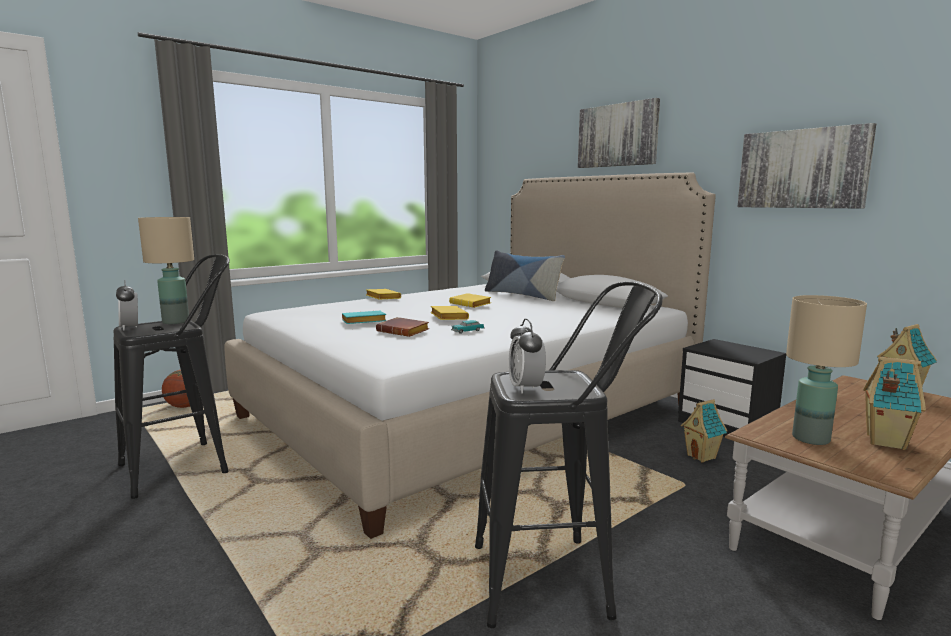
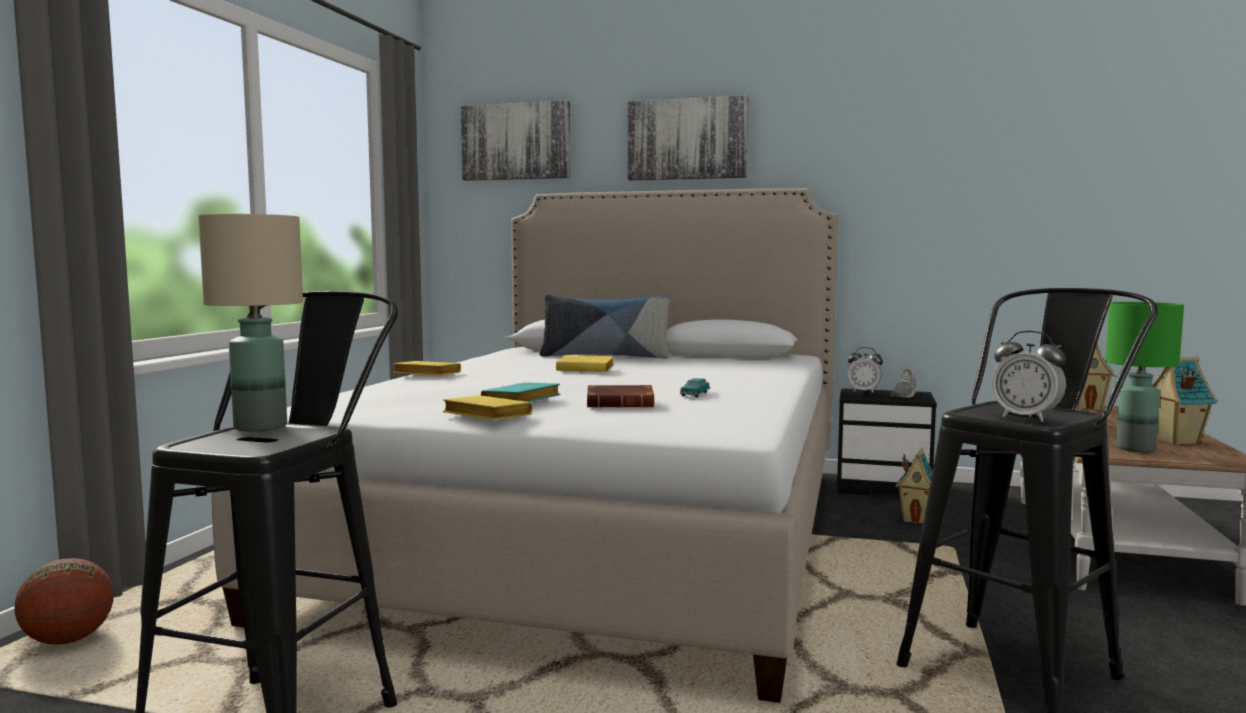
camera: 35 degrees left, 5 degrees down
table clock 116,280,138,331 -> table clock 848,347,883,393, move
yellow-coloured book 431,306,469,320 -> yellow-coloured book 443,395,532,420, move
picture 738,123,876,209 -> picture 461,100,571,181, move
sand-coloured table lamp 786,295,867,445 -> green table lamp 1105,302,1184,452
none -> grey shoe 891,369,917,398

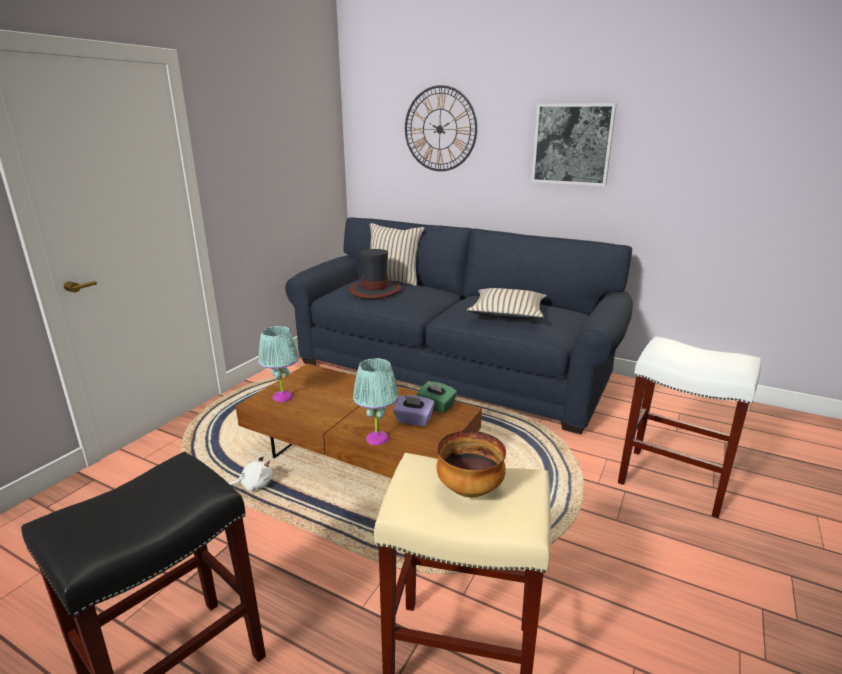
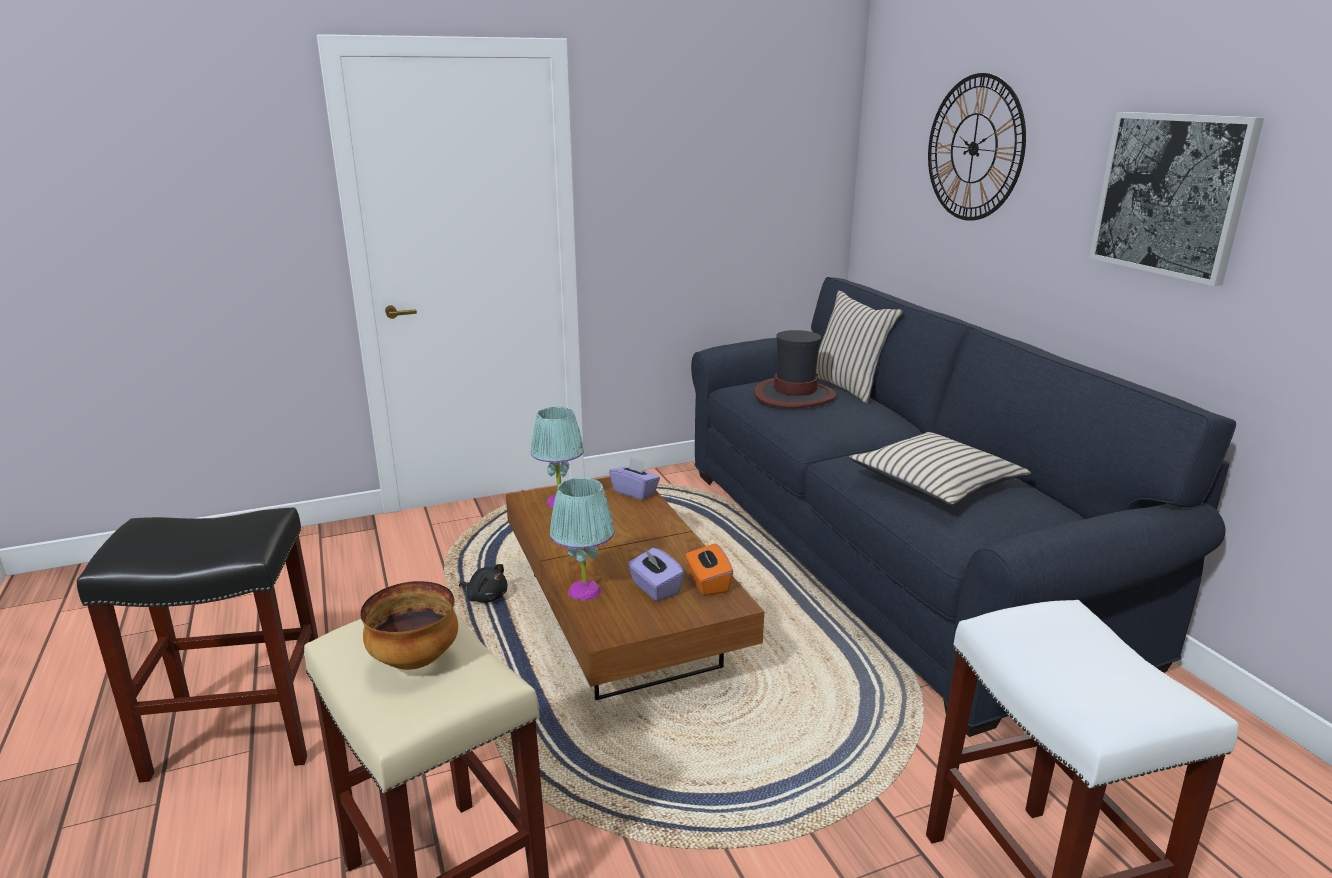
camera: 40 degrees right, 0 degrees up
white-coloured plush toy 229,455,273,491 -> blackish plush toy 459,564,507,603
green box of tissues 416,381,457,413 -> orange box of tissues 685,543,733,596
none -> purplish box of tissues 609,457,660,500

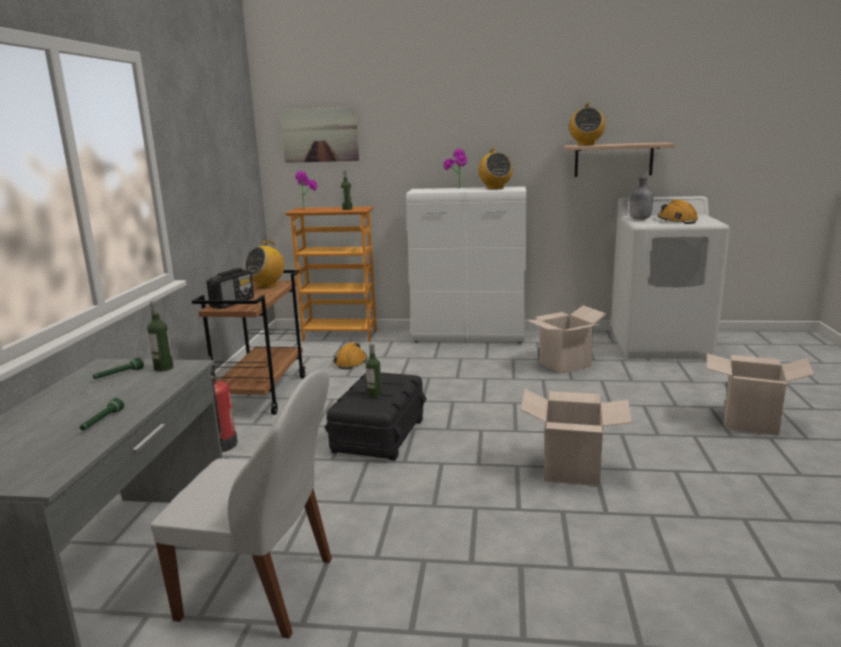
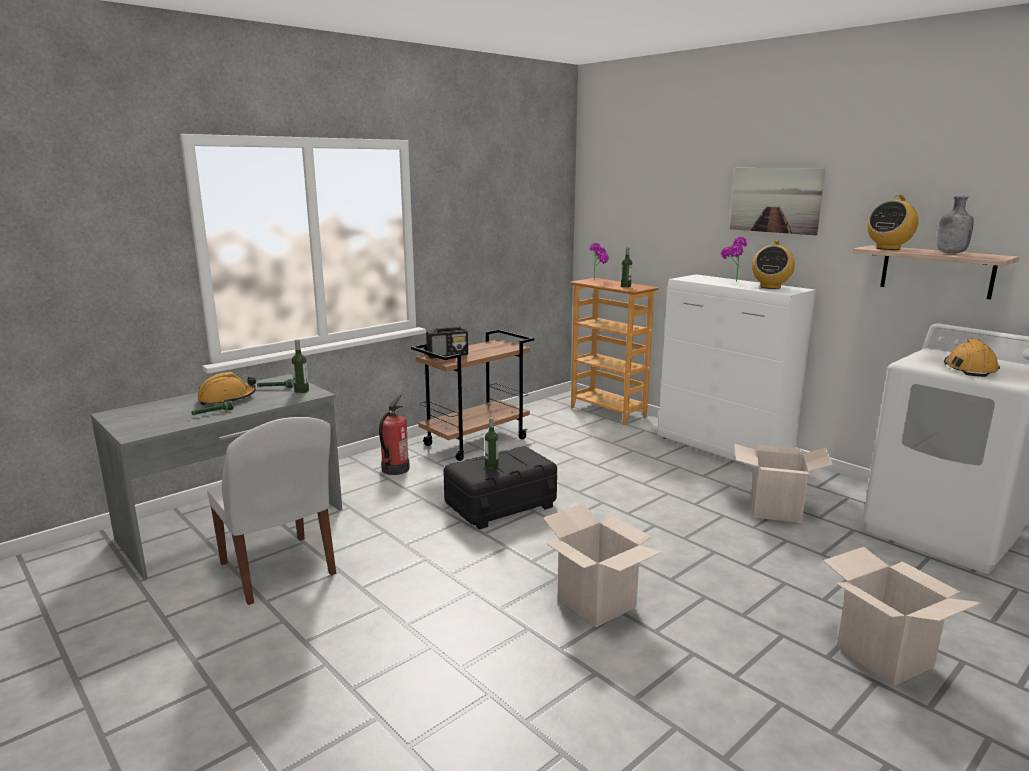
camera: 40 degrees right, 0 degrees up
radio set 244,241,285,288 -> none
picture 280,107,359,163 -> picture 730,168,826,235, move
orange hard hat 333,342,367,369 -> orange hard hat 198,372,256,405, move
grey bottle 629,177,653,220 -> grey bottle 936,196,974,254, move

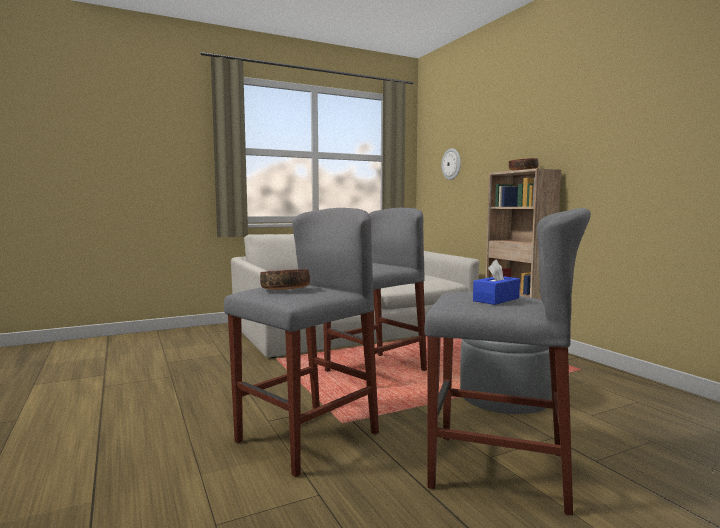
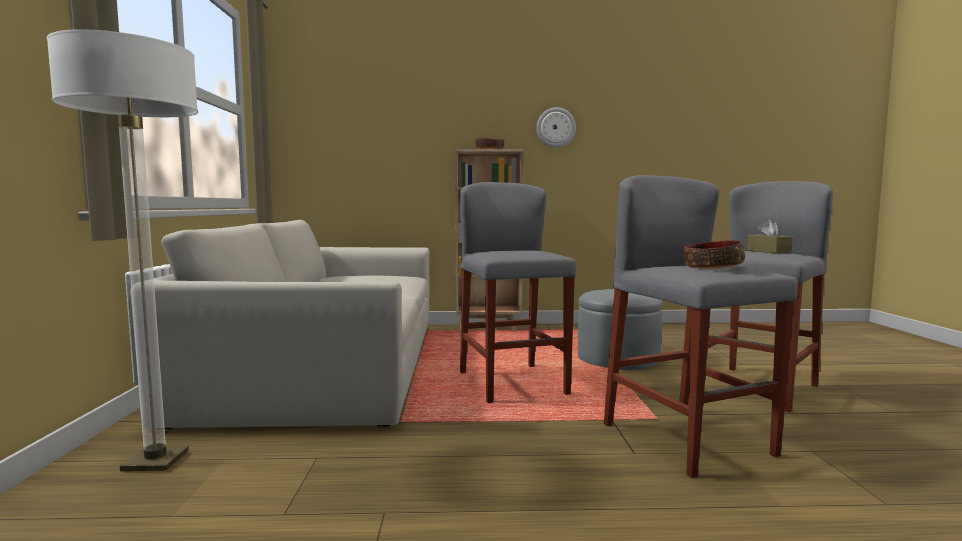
camera: 65 degrees left, 0 degrees up
wall clock 441,148,461,180 -> wall clock 537,107,576,148, move
blue box of tissues 473,260,520,305 -> brownish box of tissues 747,220,793,254
none -> standard lamp 47,29,198,471

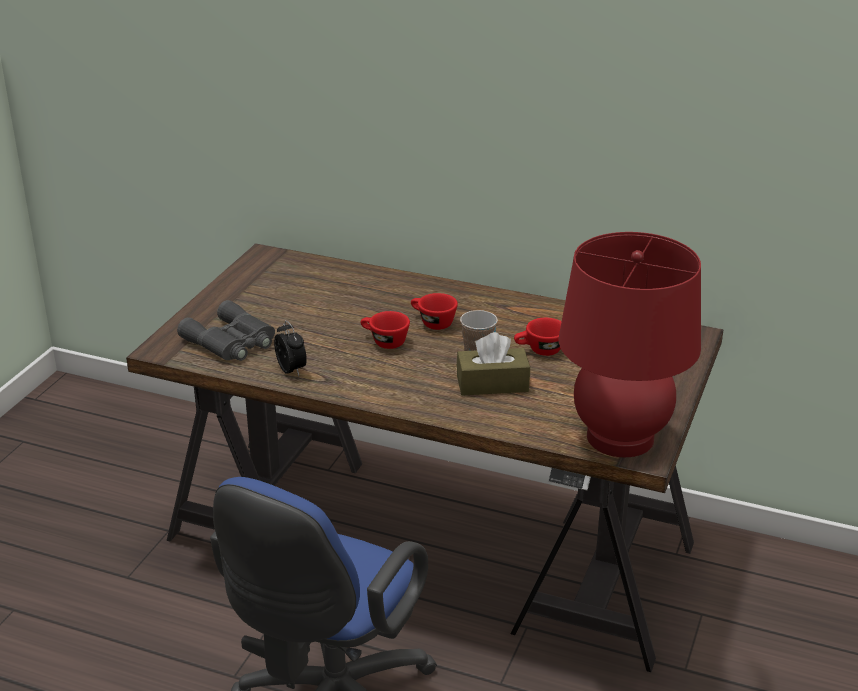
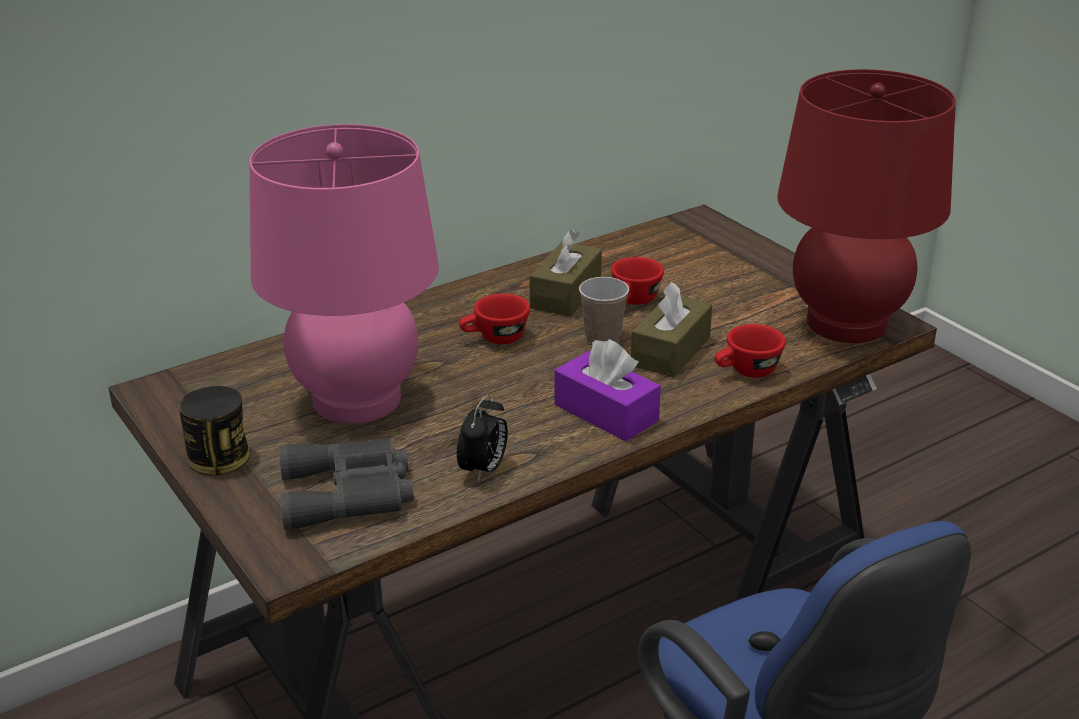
camera: 55 degrees left, 0 degrees up
table clock 274,320,307,376 -> table clock 457,394,508,482, 105 degrees clockwise
reddish small cup 360,311,410,349 -> reddish small cup 715,324,786,378, move
none -> metal can 179,386,250,476
none -> pink table lamp 249,124,439,423
none -> brownish box of tissues 529,229,602,317
none -> purplish box of tissues 555,339,661,441

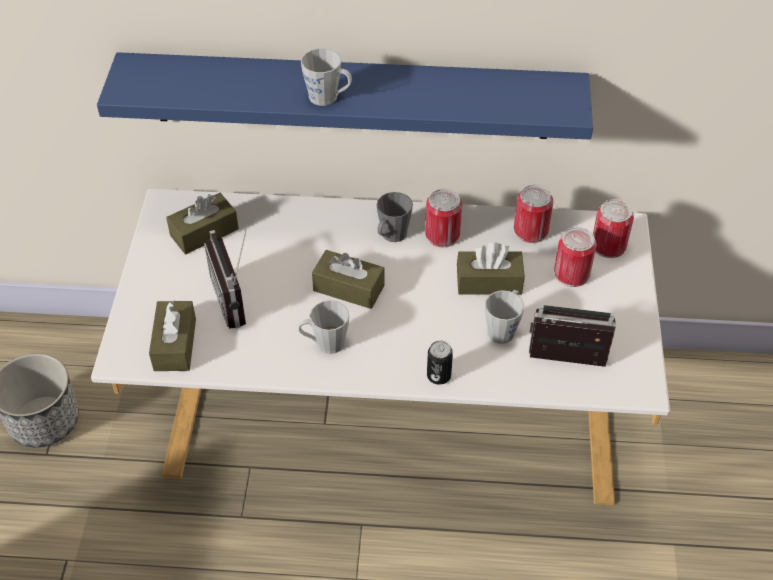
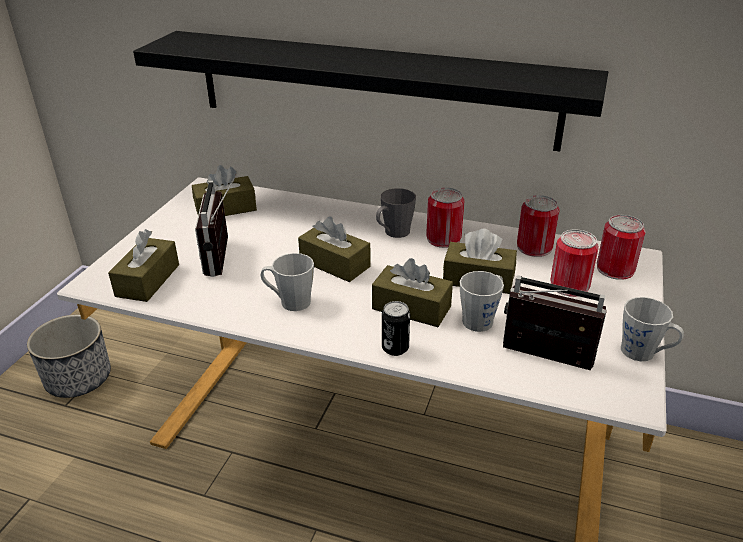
camera: 15 degrees right, 15 degrees down
blue wall shelf 97,52,593,140 -> blackish wall shelf 133,31,608,152
grey coffee mug 301,48,352,106 -> grey coffee mug 621,297,684,361, move
none -> brownish box of tissues 372,258,453,327

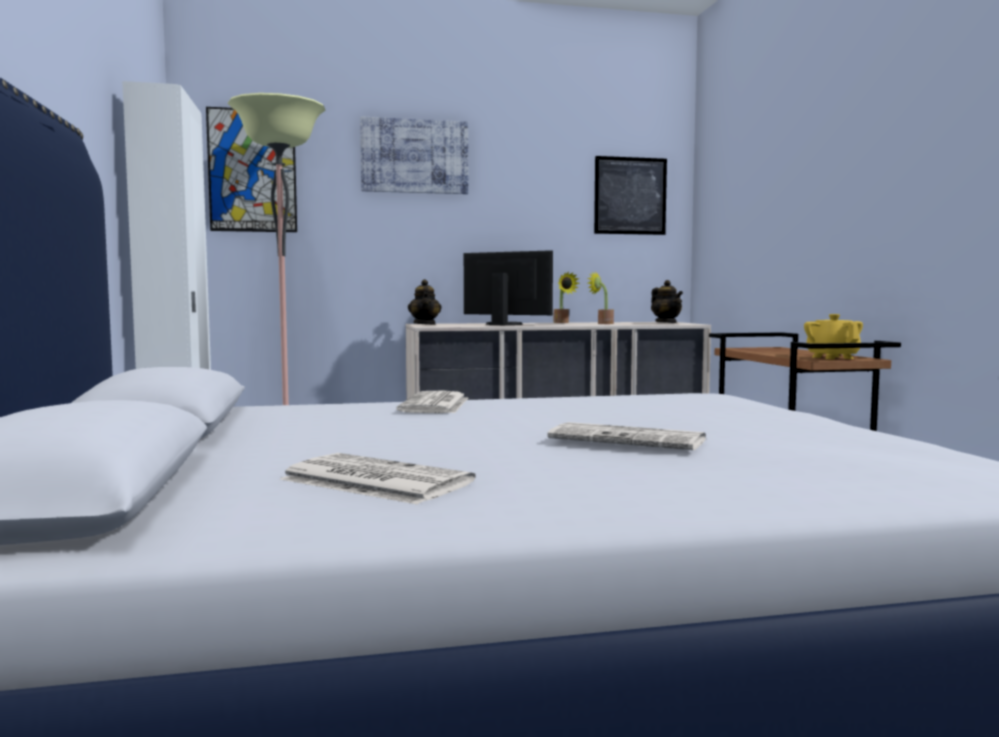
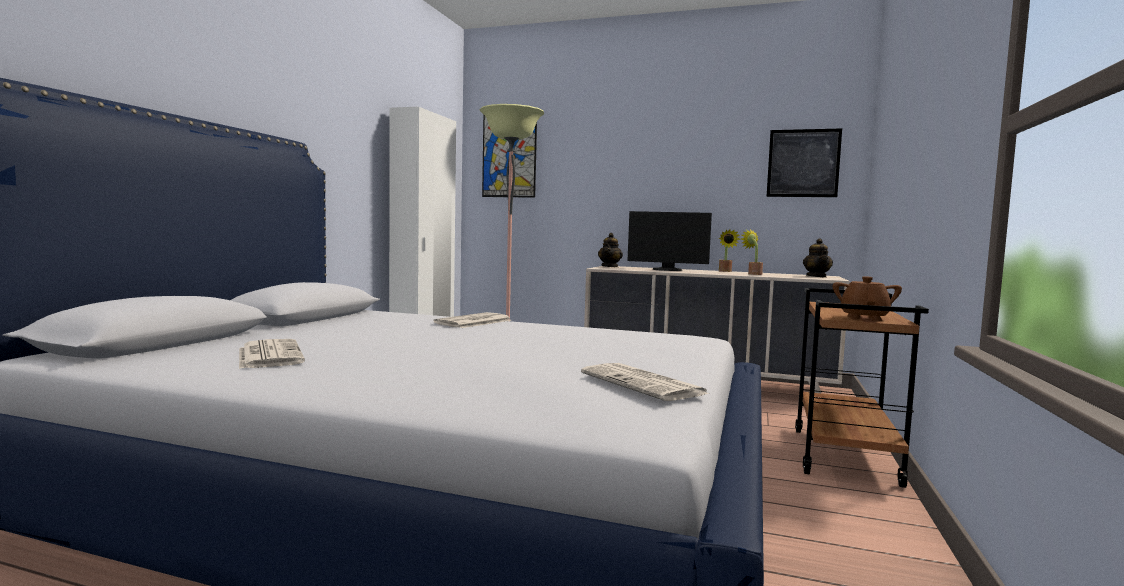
camera: 30 degrees right, 0 degrees up
picture 360,116,468,194 -> none
computer display 464,250,553,325 -> computer display 627,211,712,271, 135 degrees clockwise
daily paper 547,422,706,450 -> daily paper 581,363,710,401, move
yellow-coloured teapot 804,314,863,359 -> brownish teapot 833,276,902,321

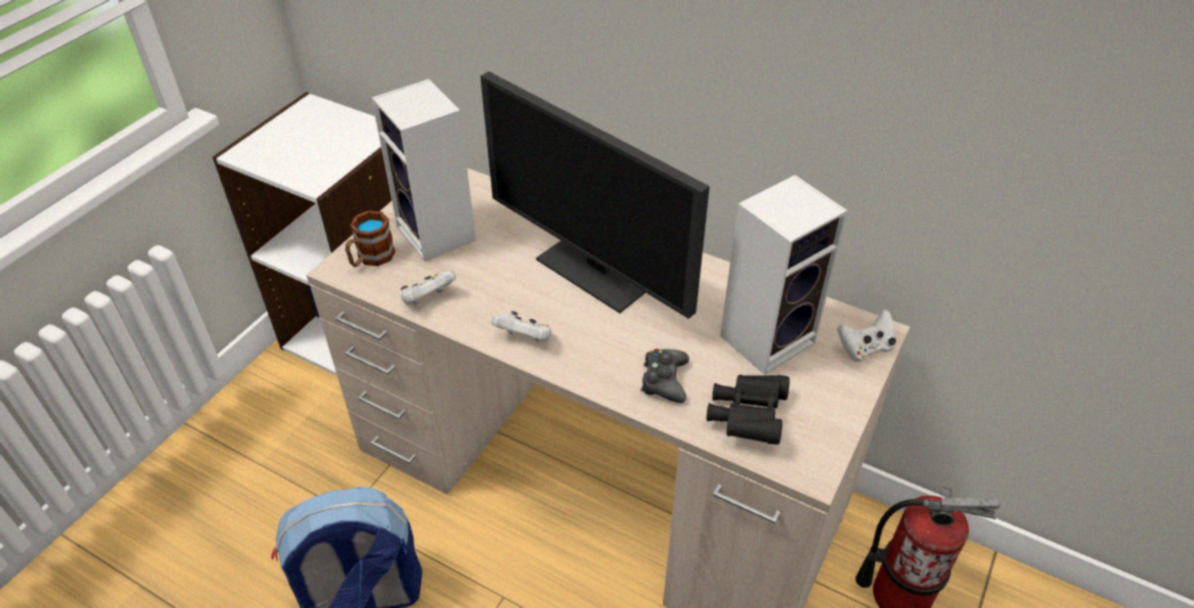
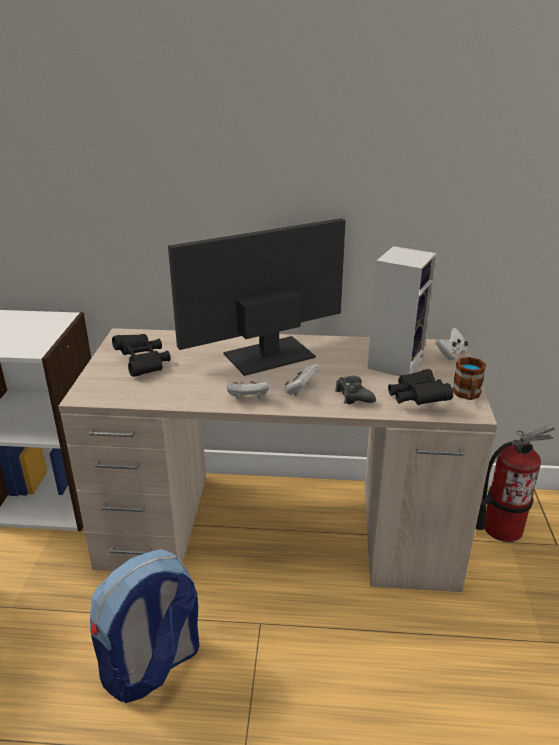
camera: 25 degrees left, 15 degrees down
coffee mug 345,210,395,267 -> coffee mug 452,357,486,400, move
speaker 372,79,476,262 -> blackish field glasses 112,334,171,377
white-coloured game controller 401,271,456,305 -> white-coloured game controller 285,364,320,395, move
computer display 480,71,710,319 -> computer display 168,218,346,376, 135 degrees clockwise

